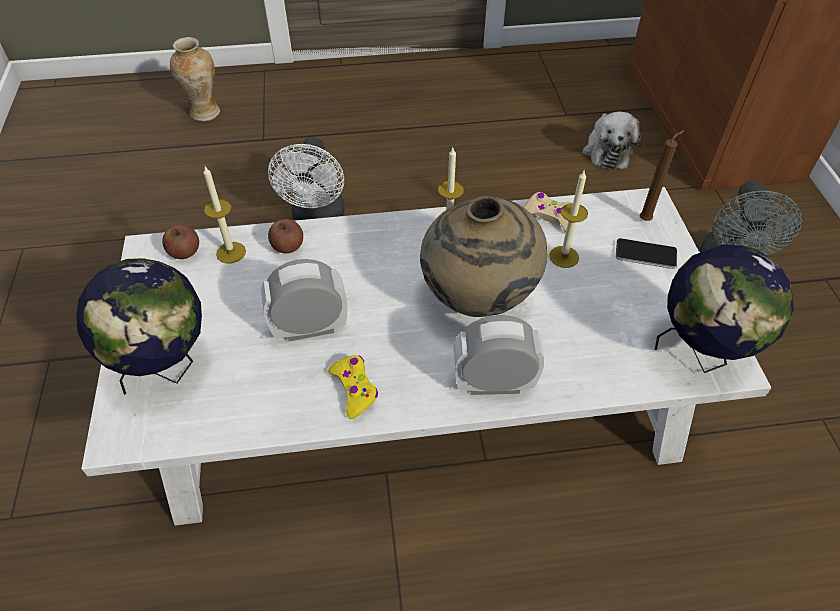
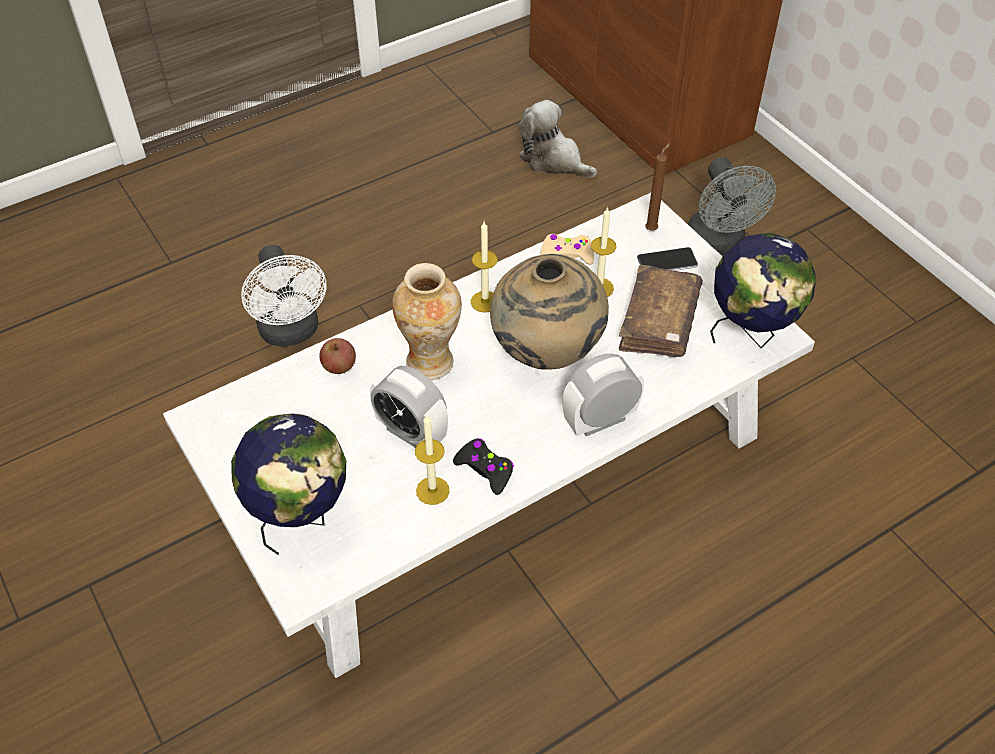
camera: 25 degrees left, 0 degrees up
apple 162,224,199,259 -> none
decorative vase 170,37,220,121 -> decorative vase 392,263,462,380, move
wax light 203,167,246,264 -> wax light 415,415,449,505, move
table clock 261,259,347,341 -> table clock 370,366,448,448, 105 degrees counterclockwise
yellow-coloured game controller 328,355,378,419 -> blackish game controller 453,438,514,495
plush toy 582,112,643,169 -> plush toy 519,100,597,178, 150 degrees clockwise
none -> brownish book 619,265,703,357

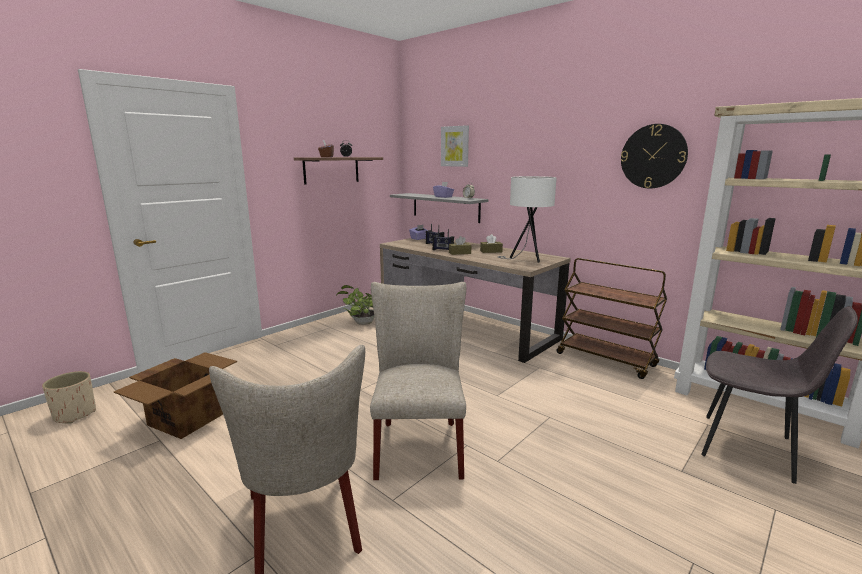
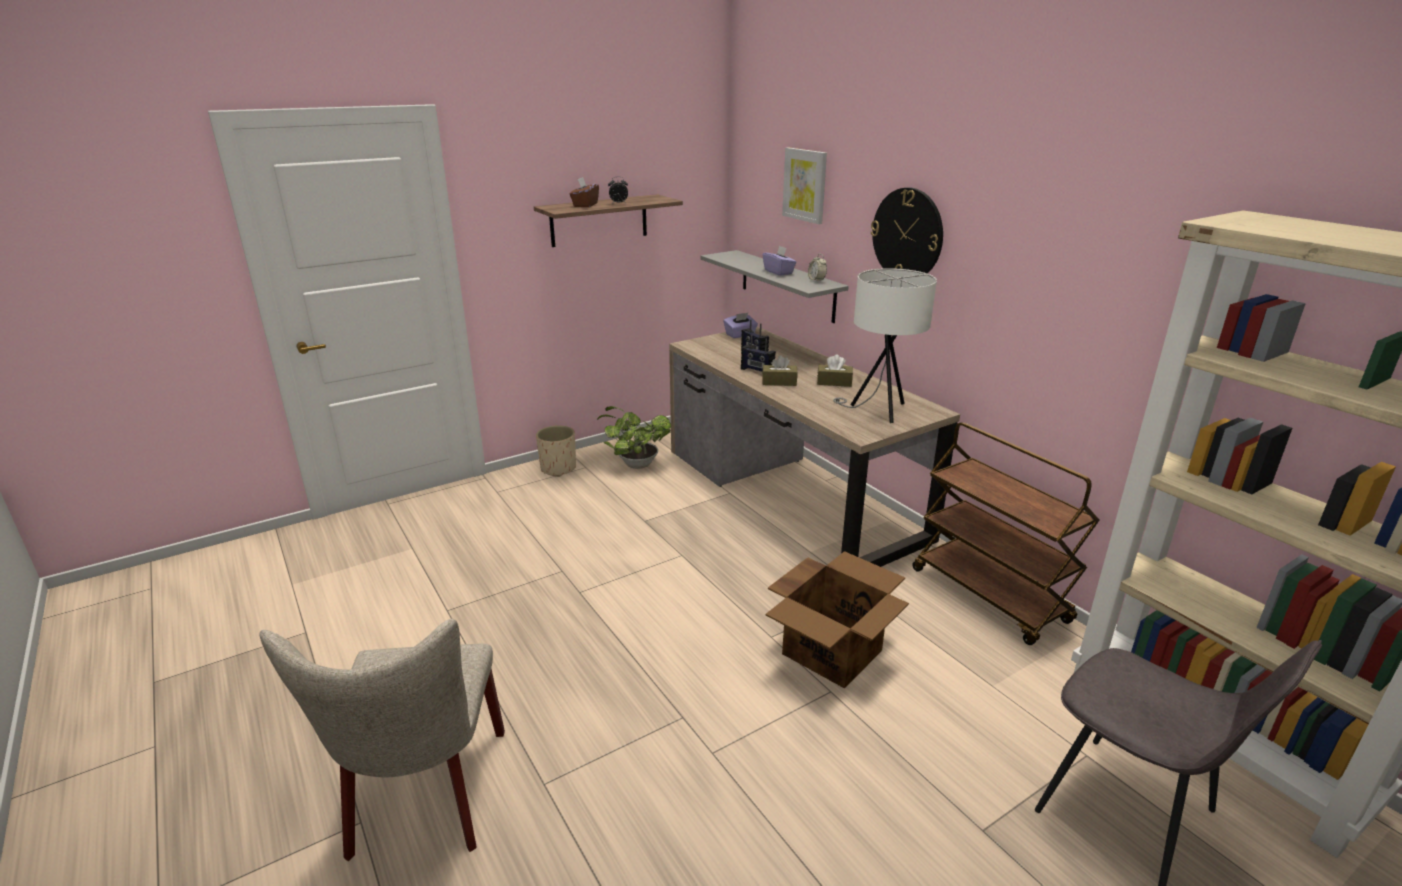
camera: 15 degrees right, 10 degrees up
sand-coloured plant pot 42,371,96,423 -> sand-coloured plant pot 536,425,576,477, move
cardboard box 114,352,237,439 -> cardboard box 766,551,909,689, move
sand-coloured plain chair 370,282,466,480 -> none
wall clock 621,124,688,189 -> wall clock 871,187,943,274, move

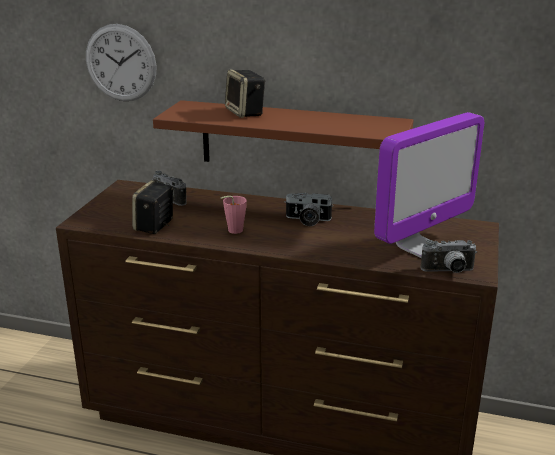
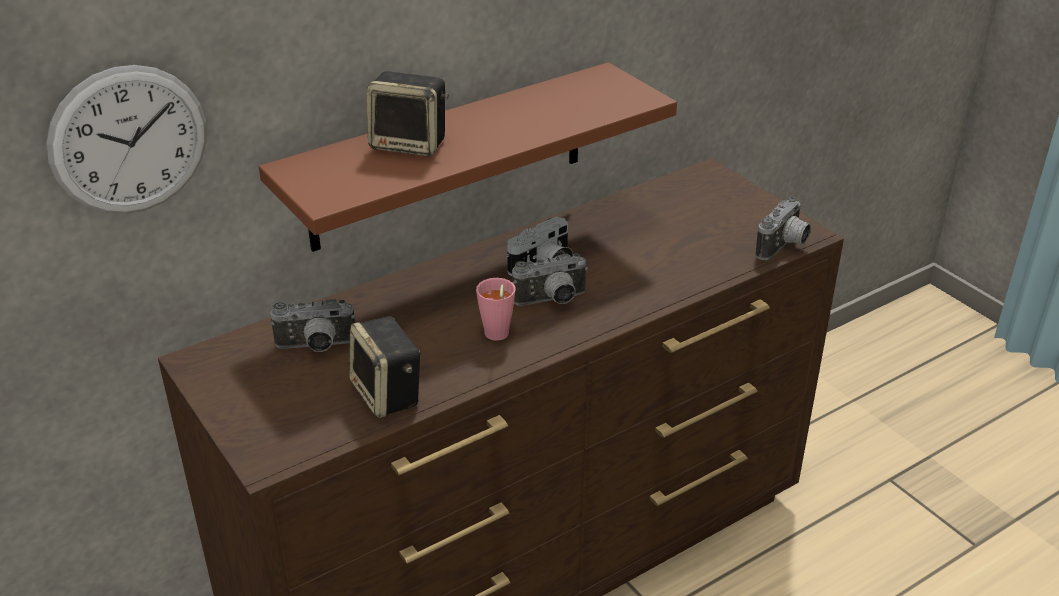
camera: 50 degrees left, 10 degrees up
computer display 374,112,484,258 -> none
none -> still camera 512,253,588,306

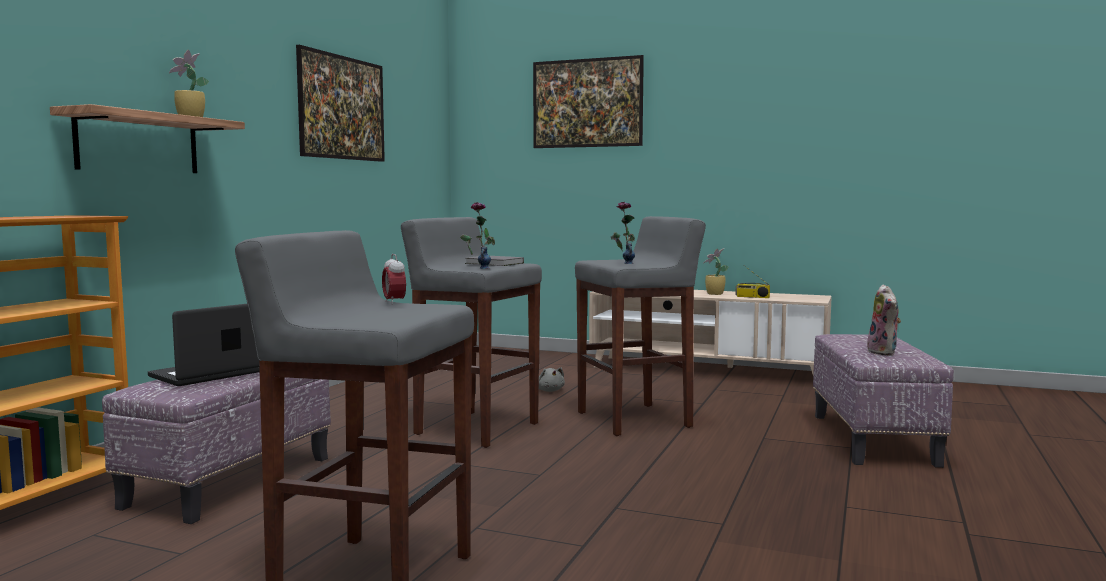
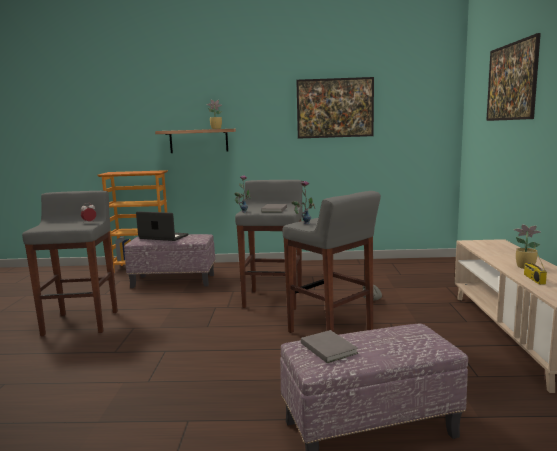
camera: 70 degrees right, 5 degrees up
plush toy 867,284,901,356 -> grey book 301,330,358,363

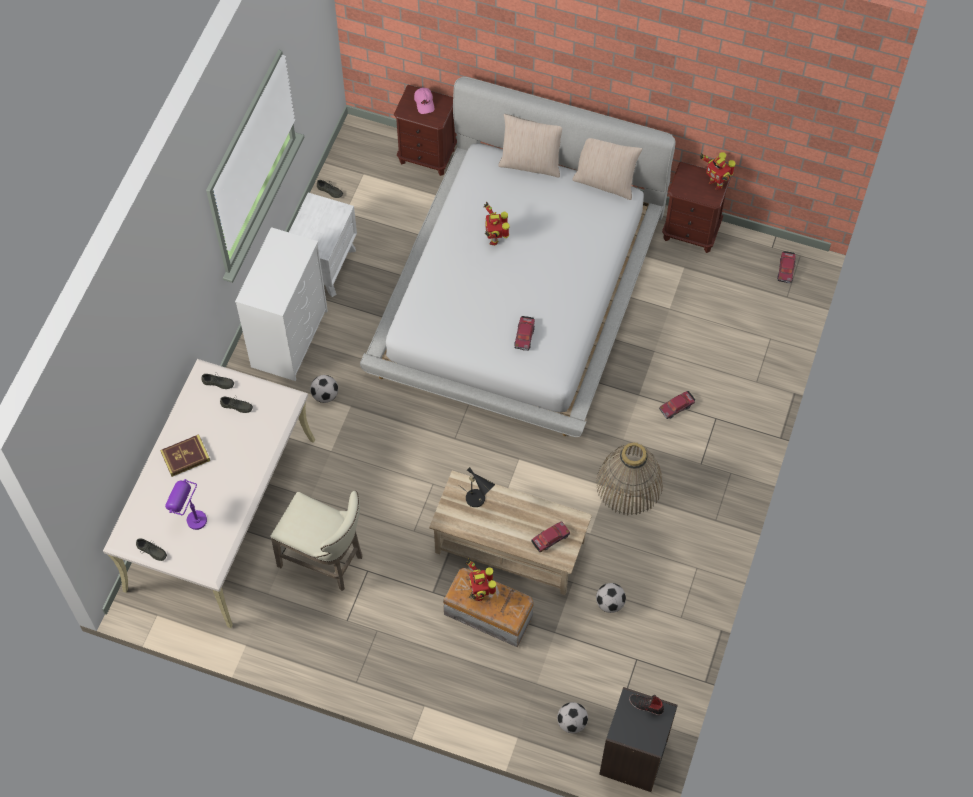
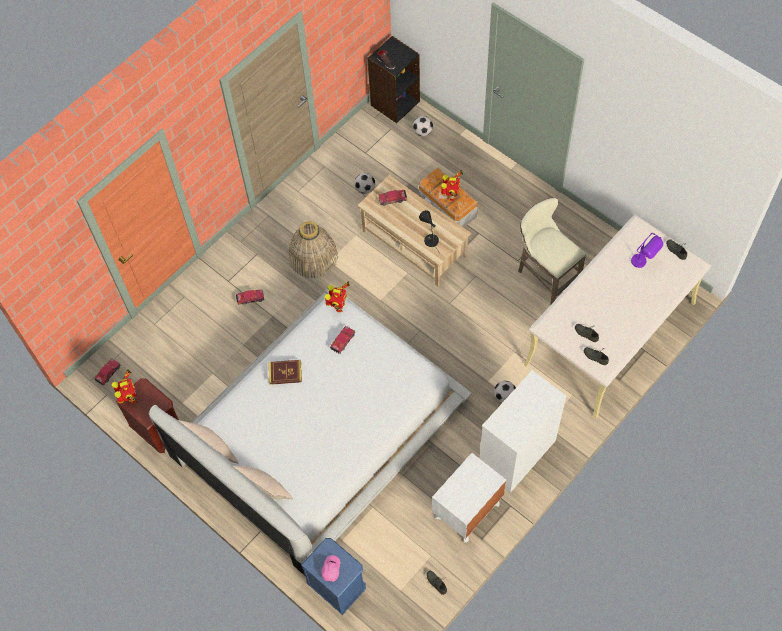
camera: 155 degrees left, 0 degrees up
book 160,434,210,477 -> book 269,360,302,385, move
brownish night table 394,85,457,176 -> blue night table 301,538,366,615
robot figure 484,202,509,245 -> robot figure 325,281,350,312, move

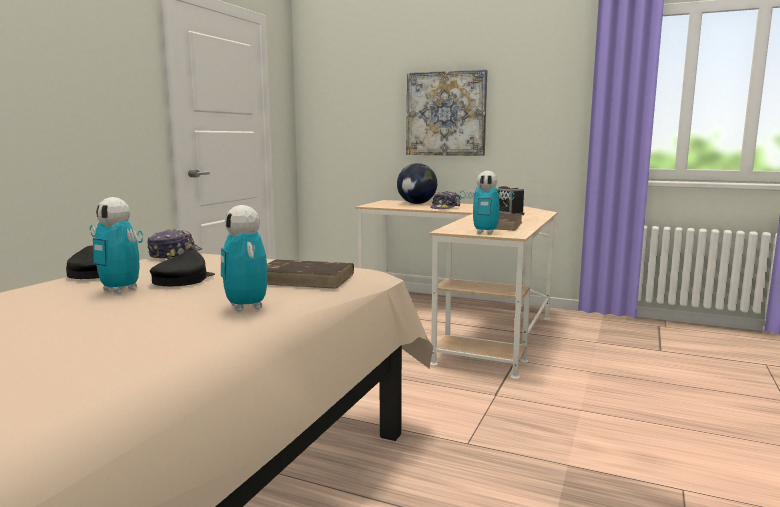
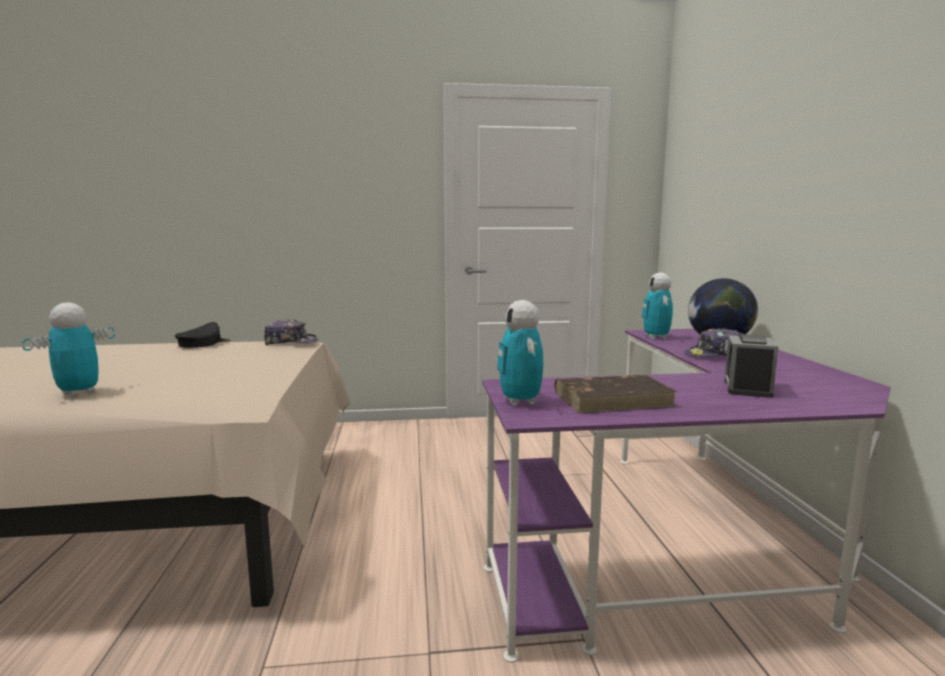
camera: 60 degrees right, 0 degrees up
robot figure 90,197,143,293 -> robot figure 642,272,673,339, move
blackish baseball cap 150,250,215,286 -> none
brownish book 267,259,354,289 -> none
sand-coloured desk table 355,200,557,379 -> purplish desk table 482,329,890,663
picture 406,69,488,156 -> none

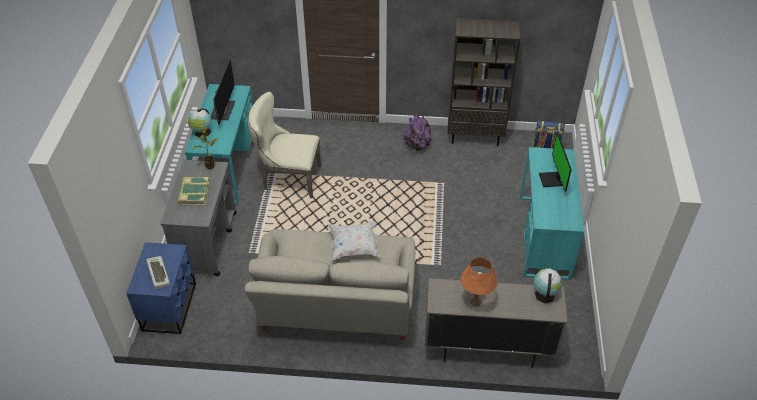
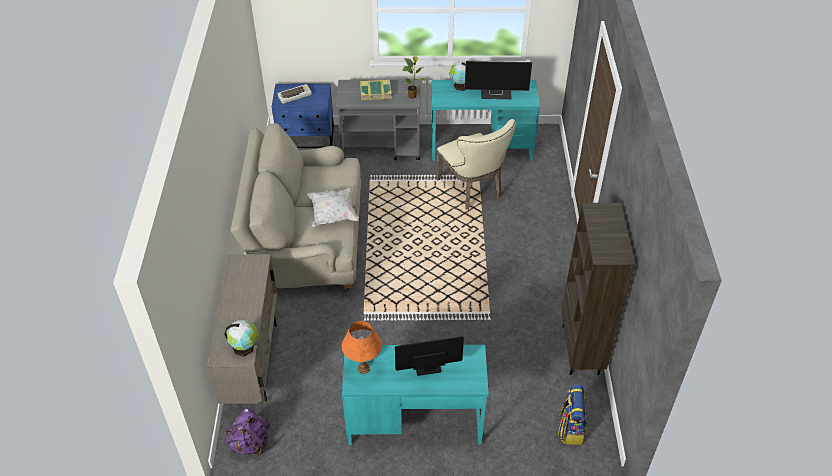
camera: 85 degrees right, 0 degrees up
sand-coloured plain chair 248,92,322,198 -> sand-coloured plain chair 436,119,516,209, 150 degrees clockwise
purplish backpack 403,114,431,151 -> purplish backpack 224,409,270,456, move
orange table lamp 460,258,497,307 -> orange table lamp 342,321,382,374, move

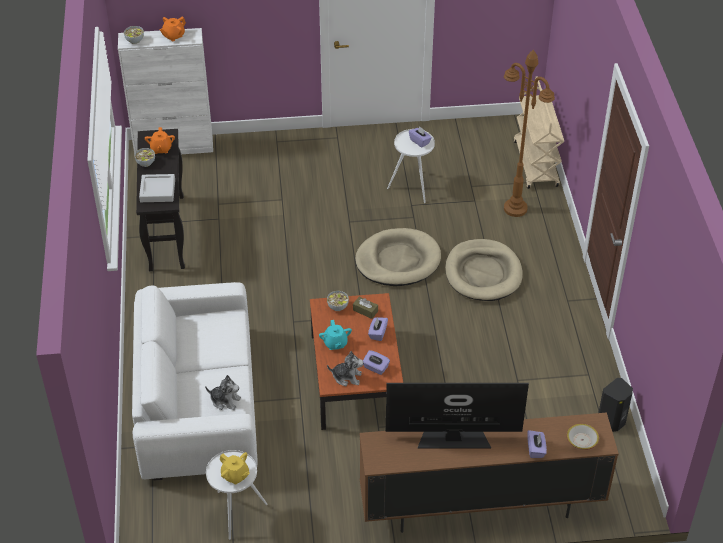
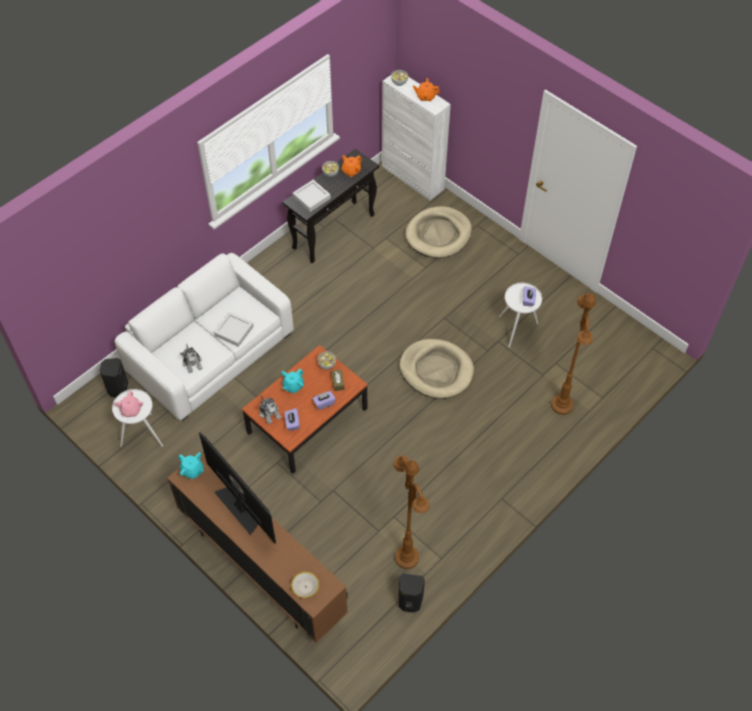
camera: 50 degrees right, 10 degrees up
yellow-coloured teapot 220,452,250,484 -> pink teapot 114,391,143,417
sand-coloured pet bed 445,239,523,301 -> sand-coloured pet bed 405,206,472,258, move
sand-coloured wheeled cart 514,76,564,189 -> none
purplish box of tissues 527,430,547,458 -> none
none -> blackish speaker 100,358,128,397
none -> turquoise teapot 178,452,204,479
none -> grey tray 214,312,254,347
none -> brownish standard lamp 393,455,429,569

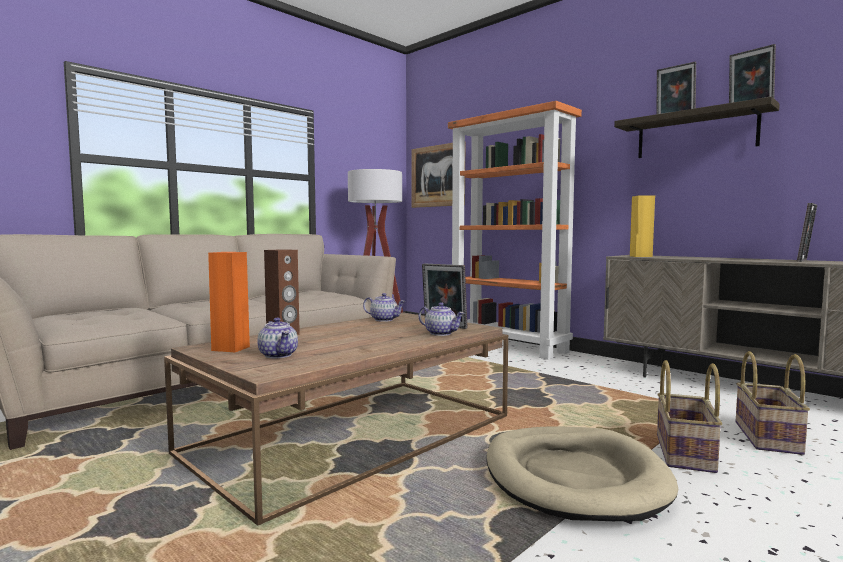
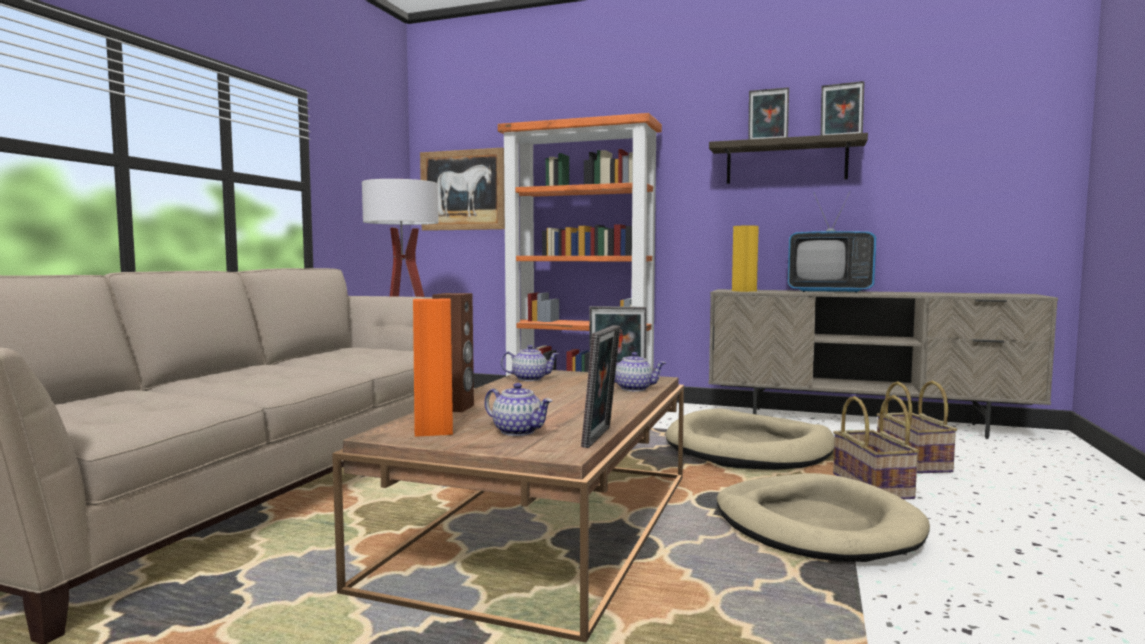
camera: 25 degrees left, 0 degrees up
photo frame 797,203,817,262 -> photo frame 581,325,620,448, move
none -> sand-coloured pet bed 666,408,835,470
none -> TV 788,191,876,293

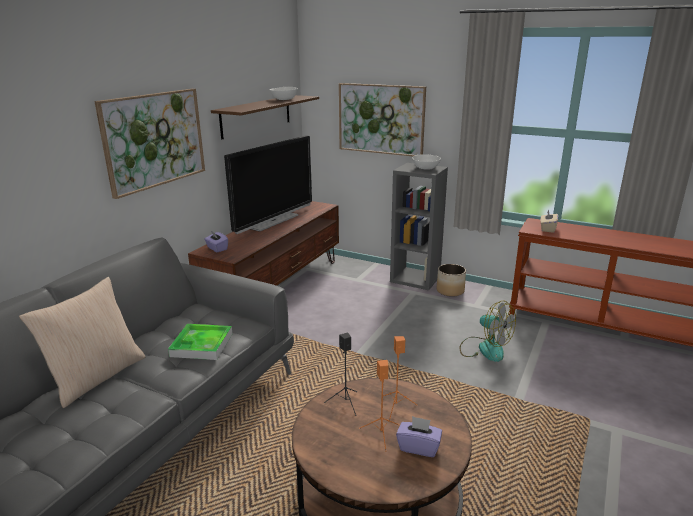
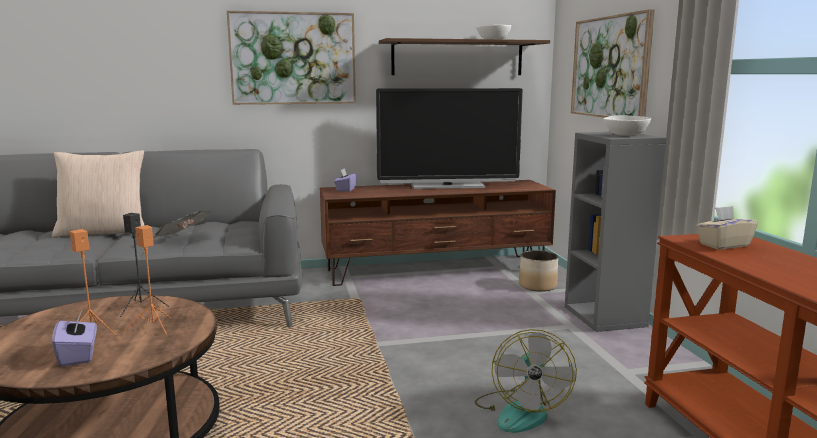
camera: 50 degrees right, 10 degrees down
tray 168,324,232,360 -> daily paper 154,210,210,237
plant pot 437,264,466,297 -> plant pot 519,250,558,292, move

